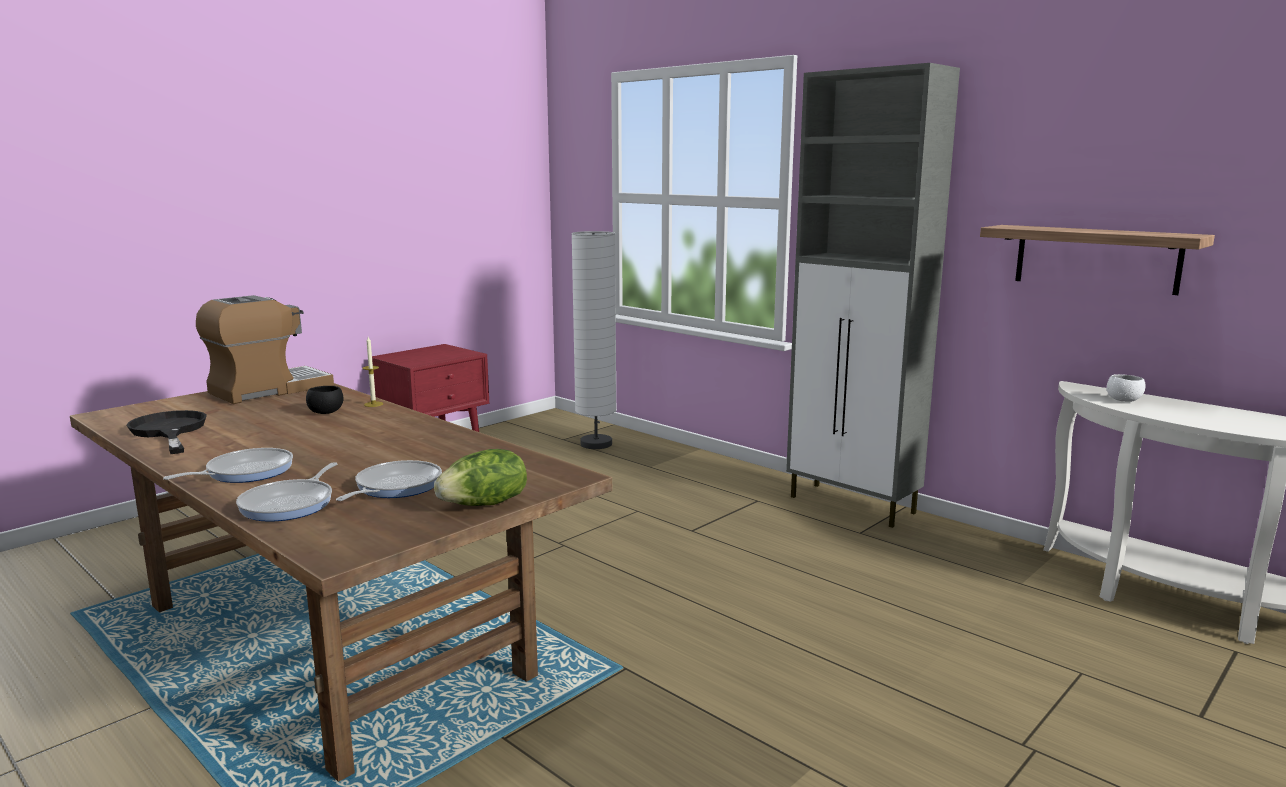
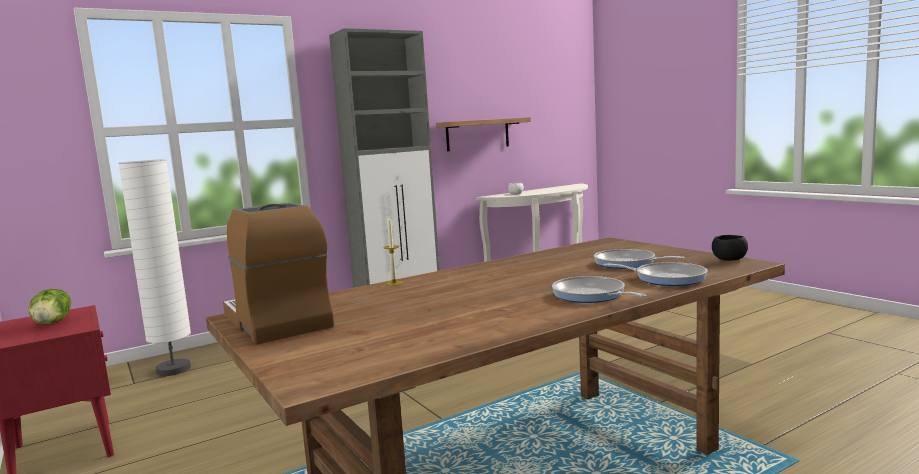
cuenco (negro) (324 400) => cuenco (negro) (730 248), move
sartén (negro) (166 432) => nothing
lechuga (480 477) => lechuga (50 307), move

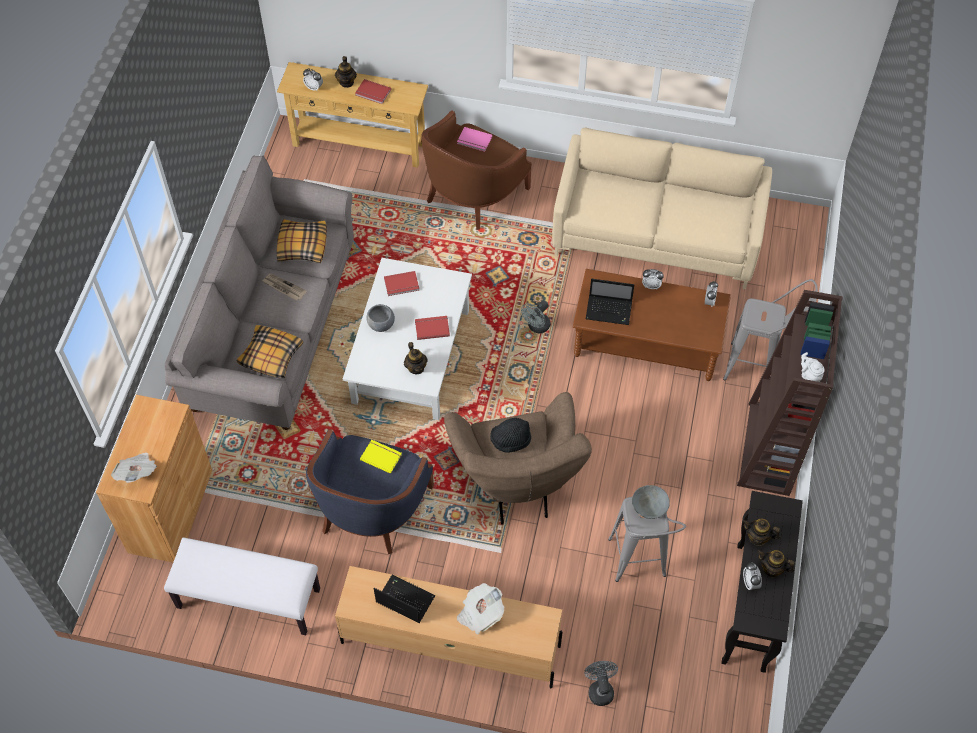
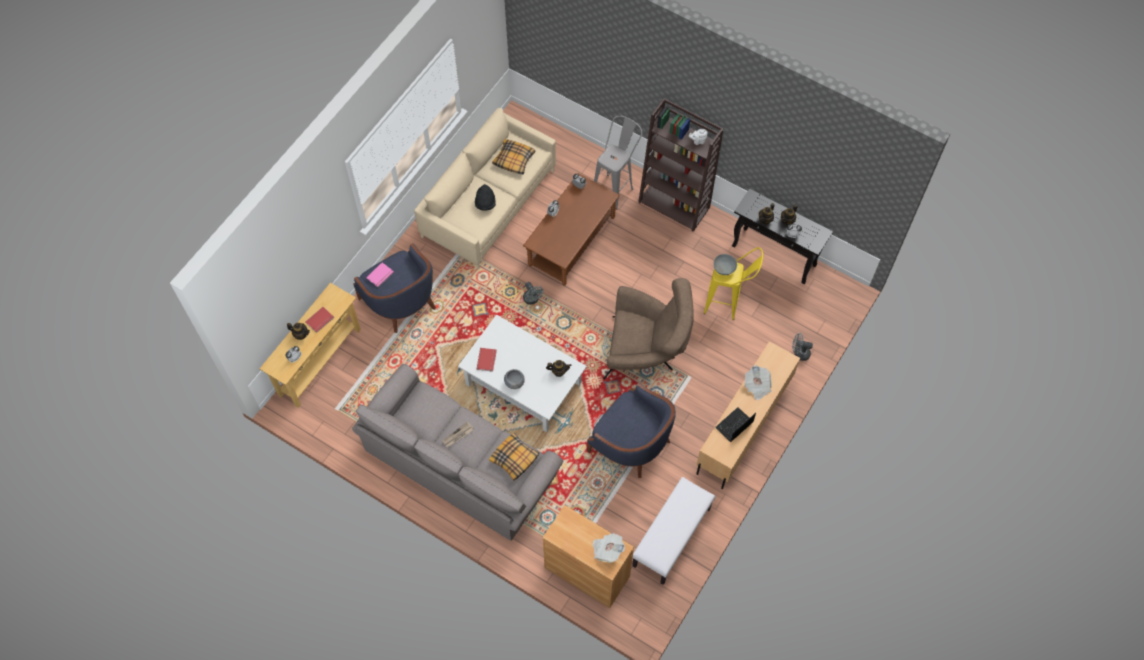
sillón (marrón) (476 170) => sillón (azul) (394 288)
cojín (301 241) => cojín (513 156), move
portátil (610 302) => nothing
libro (rojo) (432 328) => nothing
sombrero (negro) (510 435) => sombrero (negro) (485 197), move
libro (amarillo) (381 457) => nothing
taburete (gris) (647 539) => taburete (amarillo) (733 283)

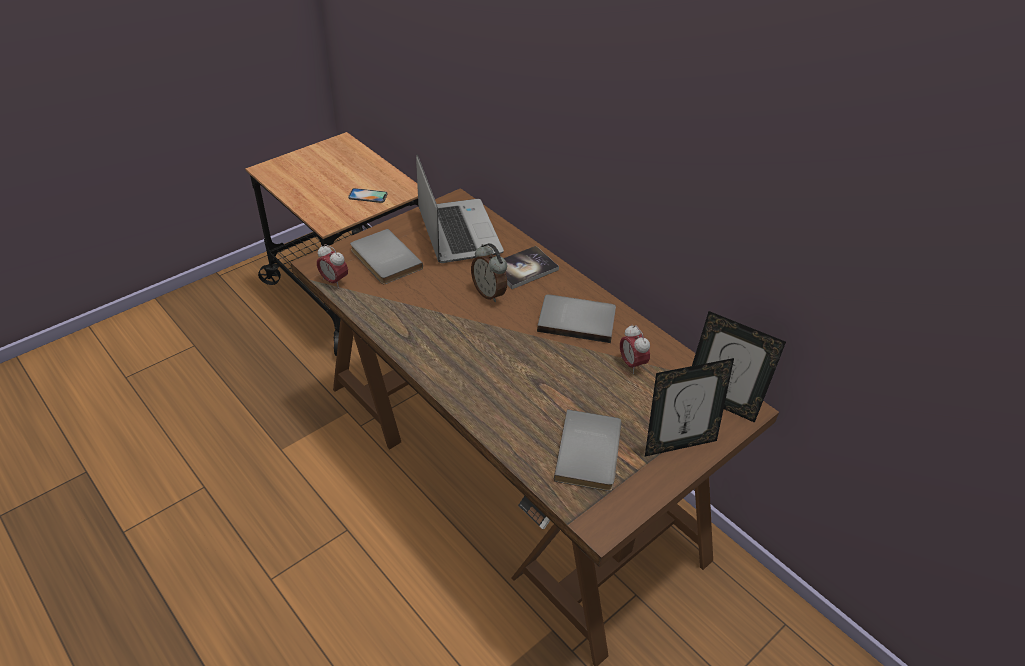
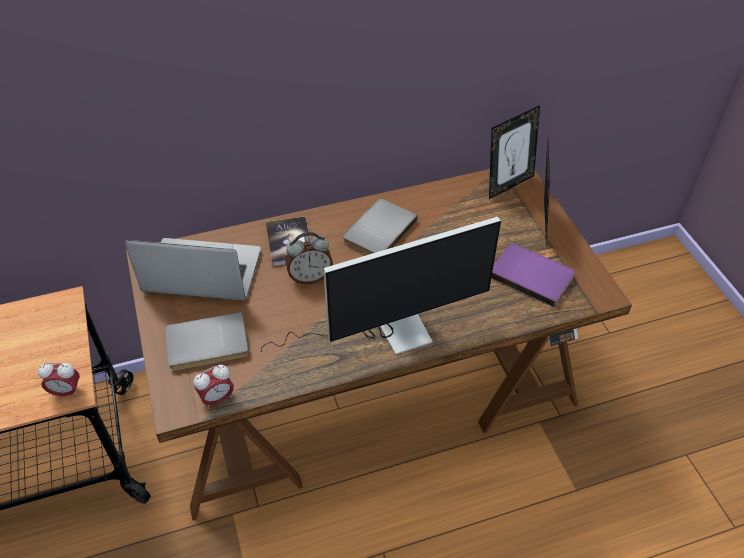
móvil (368 195) => nothing
despertador (635 349) => despertador (59 380), move
libro (gris) (587 450) => libro (morado) (533 275)
nothing => monitor (380 286)

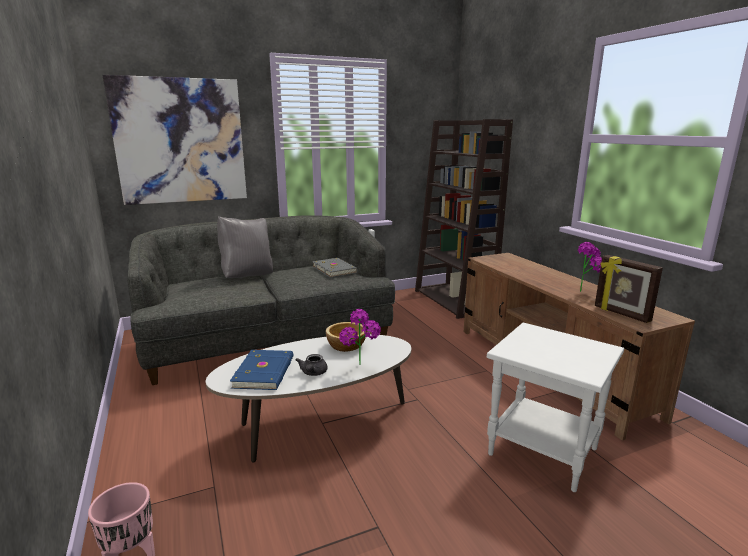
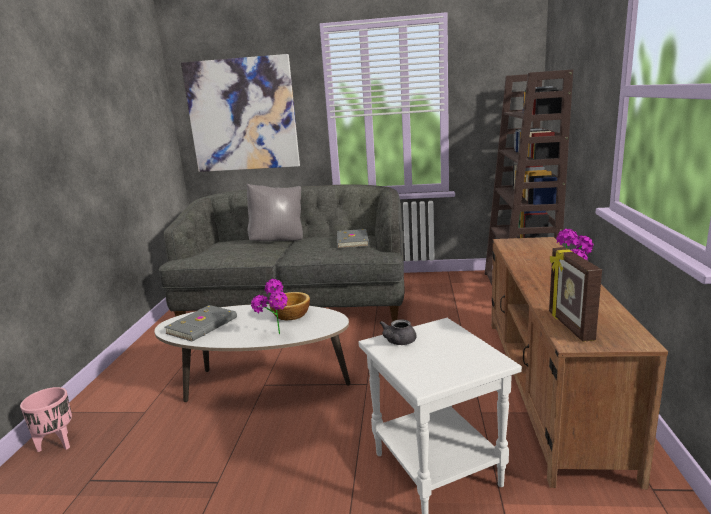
libro (azul) (261 370) => libro (gris) (200 323)
tetera (gris) (311 365) => tetera (gris) (398 332), move

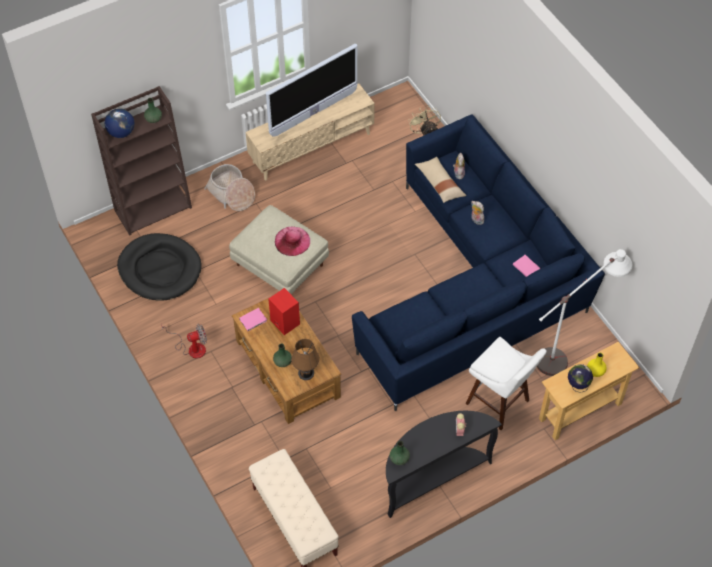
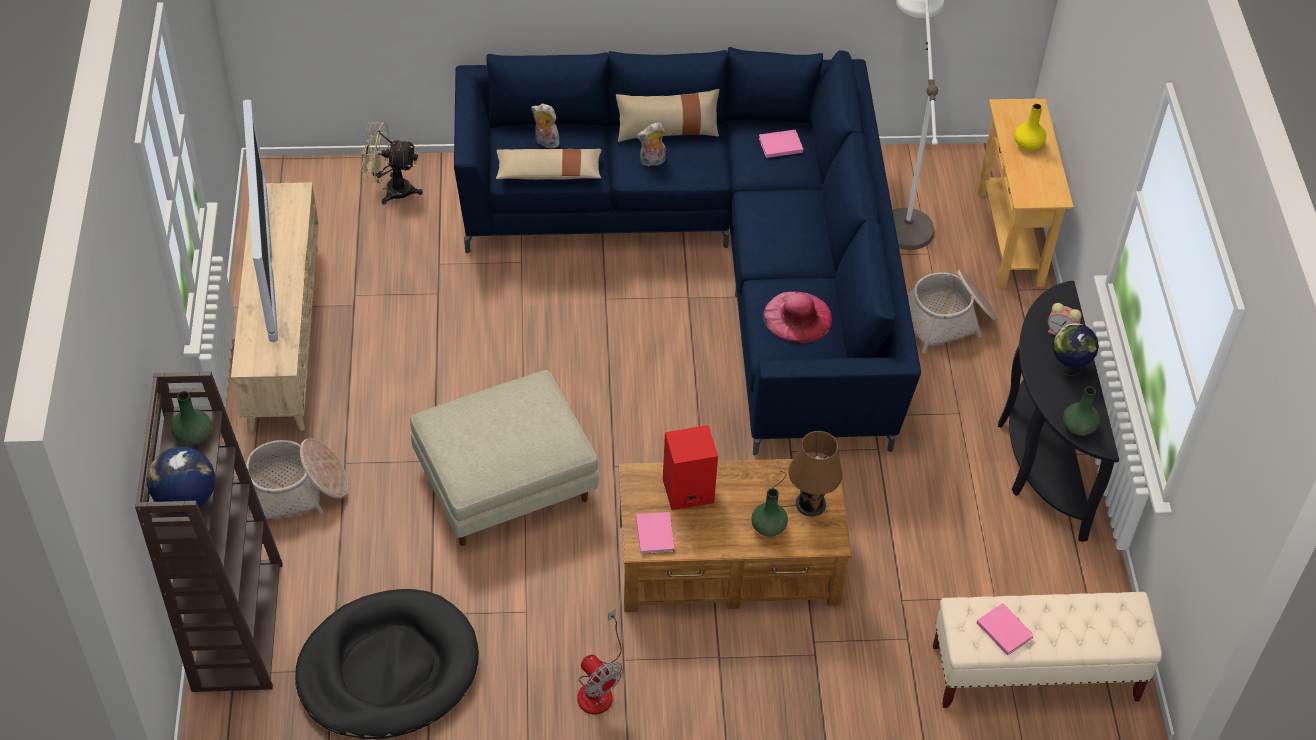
sombrero (rosa) (292 241) => sombrero (rosa) (797 317), move
ventilador (184 341) => ventilador (600 662), 135 degrees clockwise
taburete (blanco) (506 383) => cesta (952 311)
globo terráqueo (580 378) => globo terráqueo (1075 349), move
nothing => cojín (beis) (667 115)
nothing => libro (rosa) (1005 629)

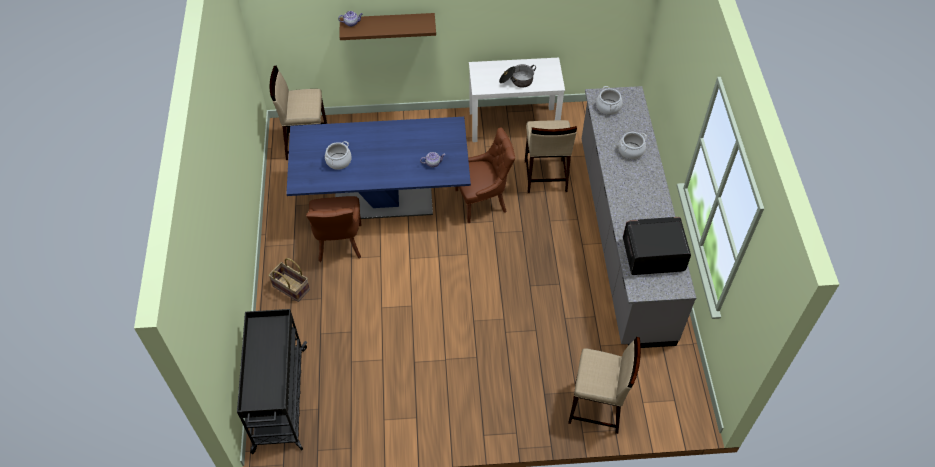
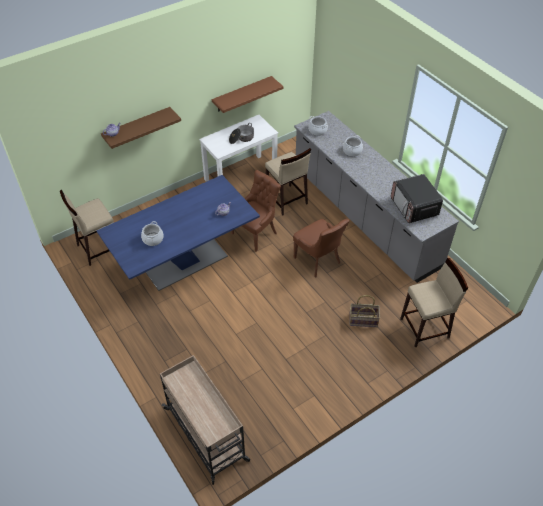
silla (marrón) (334 229) => silla (marrón) (321 248), move
microondas (657 246) => microondas (417 198), 75 degrees counterclockwise
cesta (289 280) => cesta (364 311), move
carrito (negro) (272 381) => carrito (beis) (205 420)
nothing => estante (marrón) (248 94)

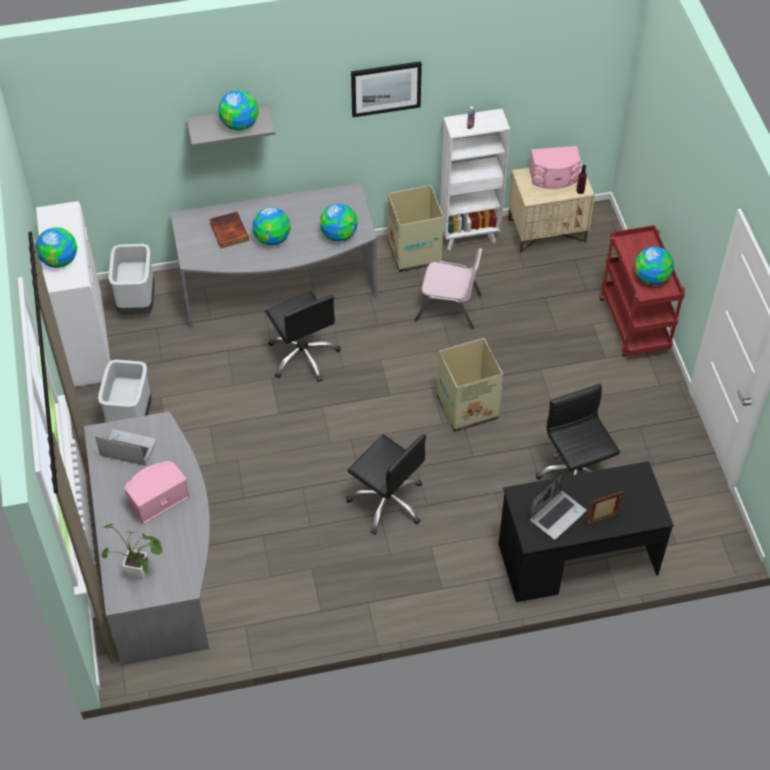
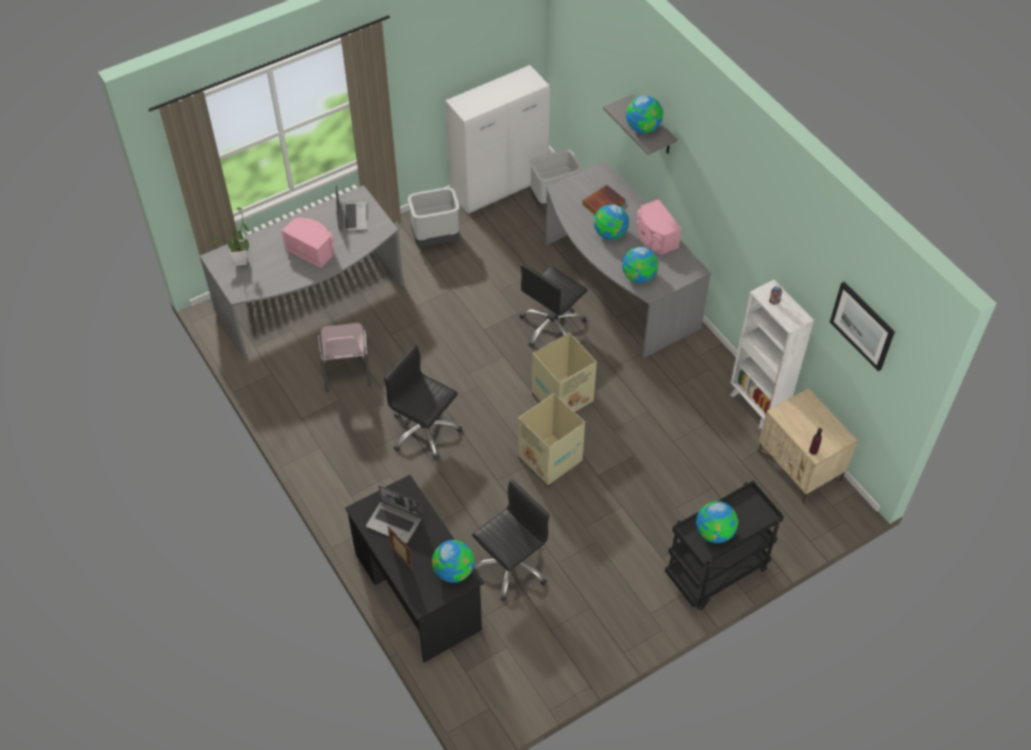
cuadro (386 89) => cuadro (862 326), move
altavoz (rosa) (555 167) => altavoz (rosa) (659 227), move
caja de cartón (416 228) => caja de cartón (564 373), move
carrito (rojo) (642 290) => carrito (negro) (724 545)
globo terráqueo (56 247) => globo terráqueo (453 561), move
silla (rosa) (448 288) => silla (rosa) (344 357), move
silla de oficina (negro) (386 484) => silla de oficina (negro) (423 402), 105 degrees clockwise

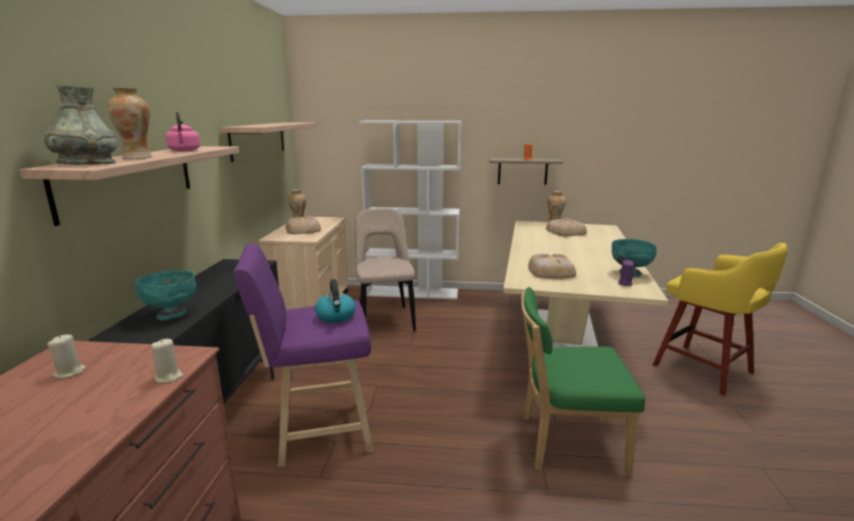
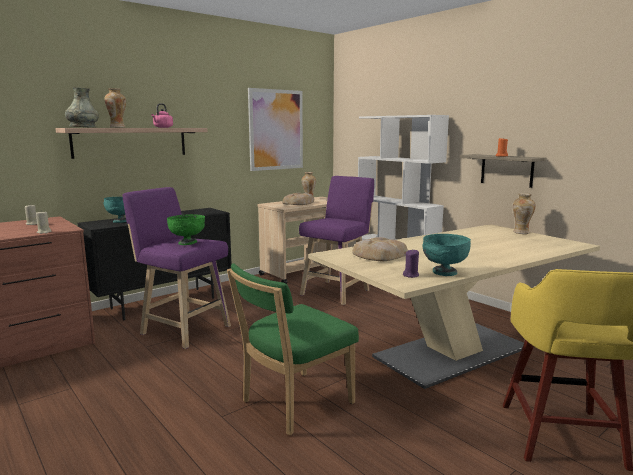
estante (268 142) => cuadro (275 129)
silla (beis) (385 270) => taburete (morado) (336 240)
pan (566 228) => nothing
hervidor (335 301) => cuenco (verde) (186 229)
silla (verde) (582 381) => silla (verde) (293 349), 90 degrees counterclockwise

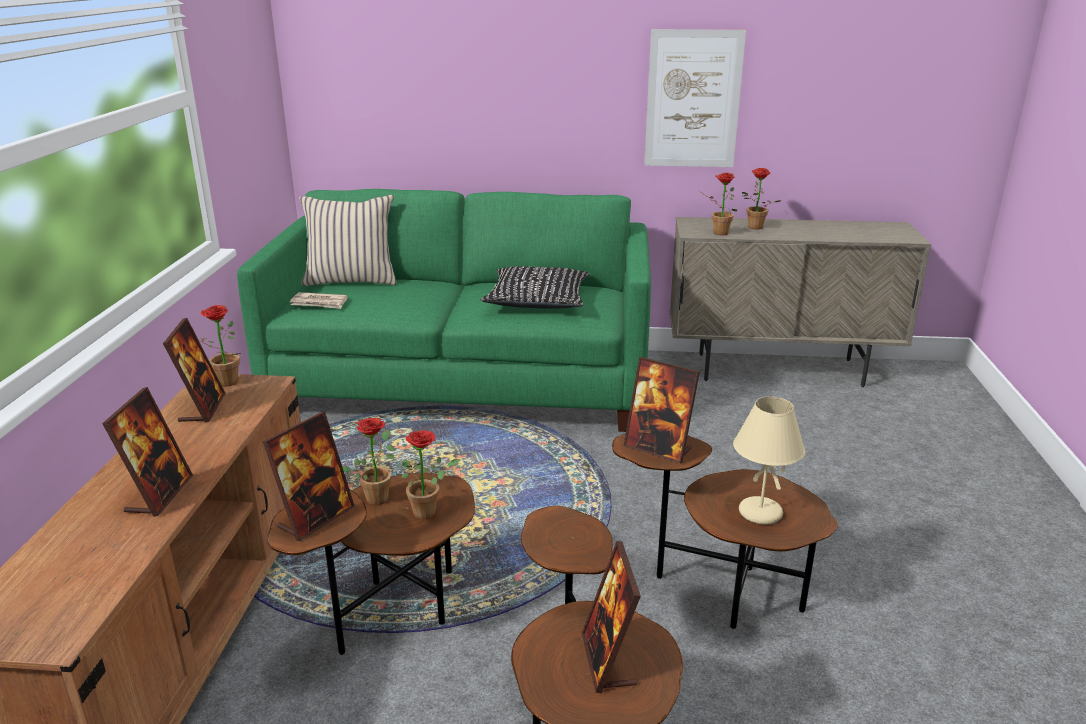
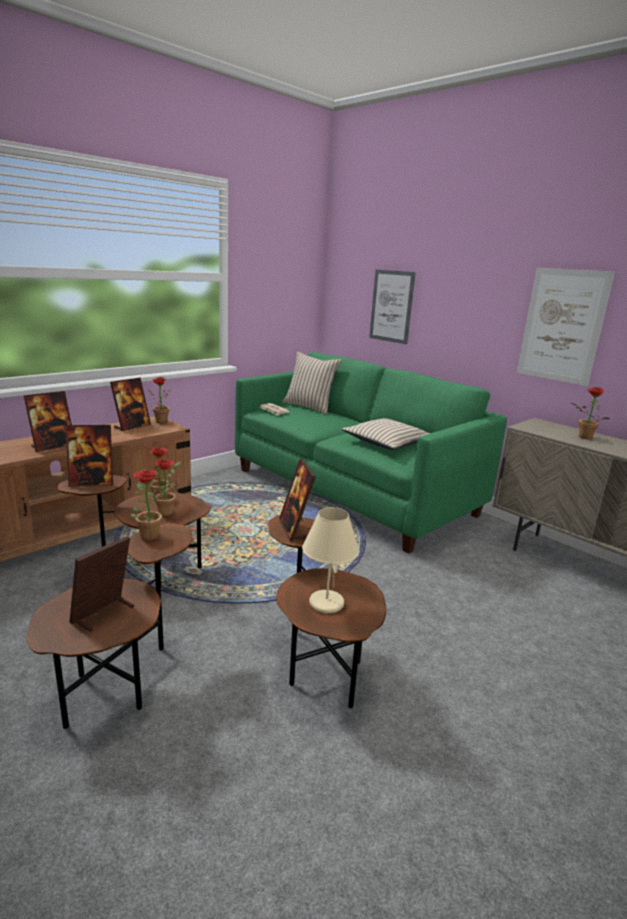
planta en maceta (718 204) => planta en maceta (147 505), move
cojín (negro) (535 287) => cojín (beis) (386 434)
nothing => cuadro (392 306)

